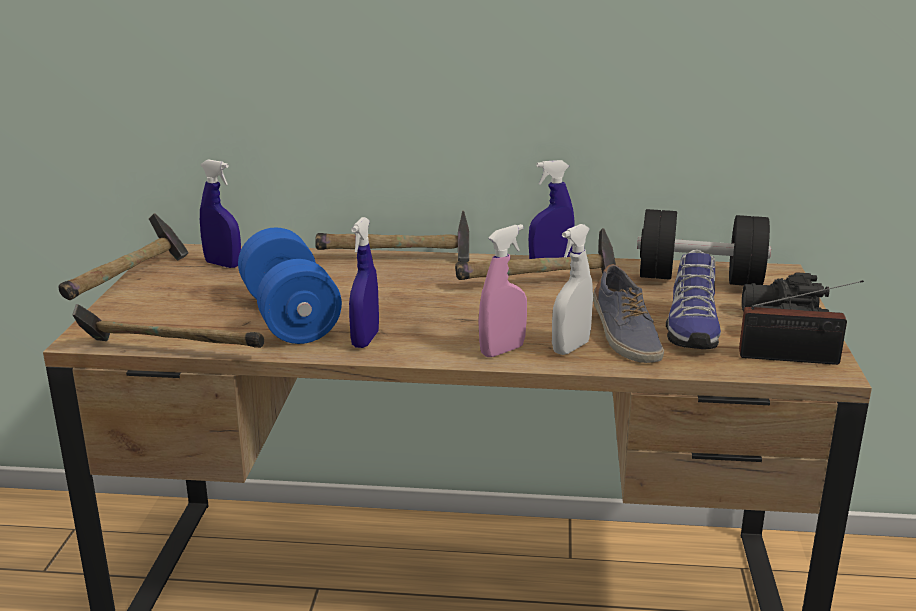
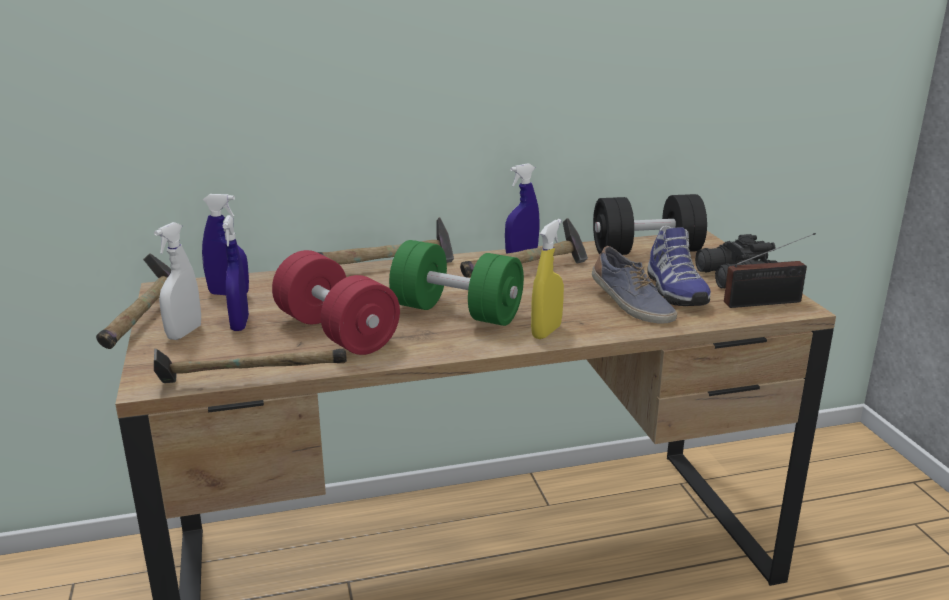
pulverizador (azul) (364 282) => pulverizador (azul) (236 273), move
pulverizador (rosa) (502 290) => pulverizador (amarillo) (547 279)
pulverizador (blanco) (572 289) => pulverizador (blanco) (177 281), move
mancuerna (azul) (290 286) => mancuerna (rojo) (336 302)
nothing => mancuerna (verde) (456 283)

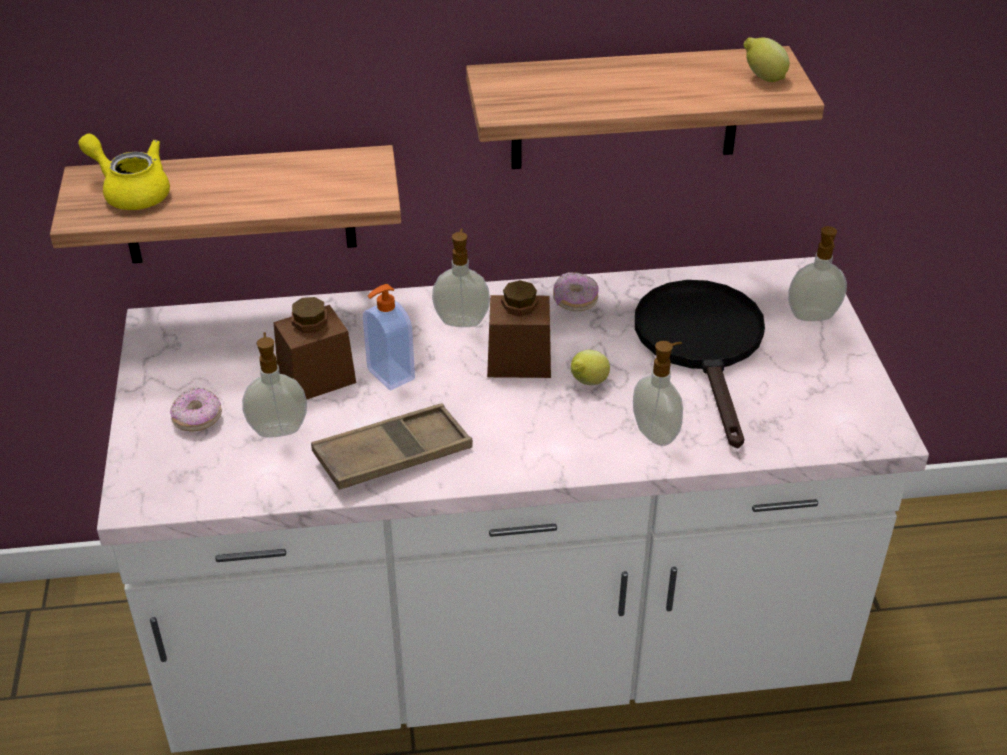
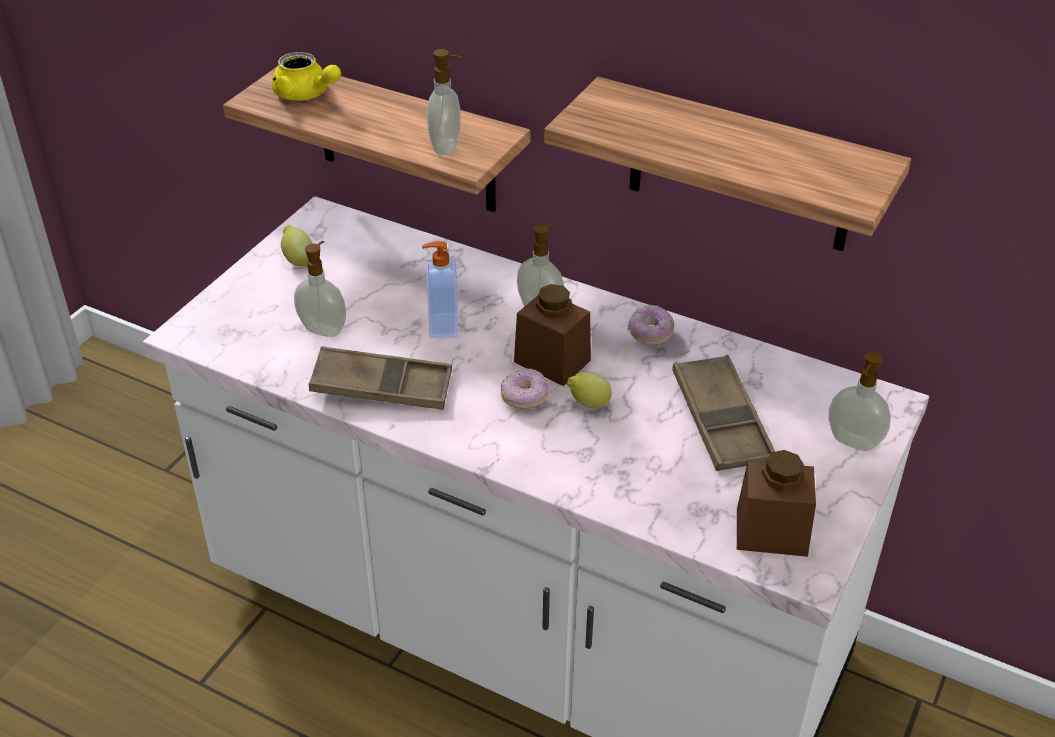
limón (766 59) => limón (297 245), move
tetera (amarillo) (124 172) => tetera (amarillo) (306 76), 150 degrees clockwise
sartén (negro) (700 364) => bandeja (marrón) (723 413)
tarro (marrón) (314 348) => tarro (marrón) (776 503), move
dispensador de jabón (658 393) => dispensador de jabón (444 102), move
rosquilla (196 410) => rosquilla (524 388), move

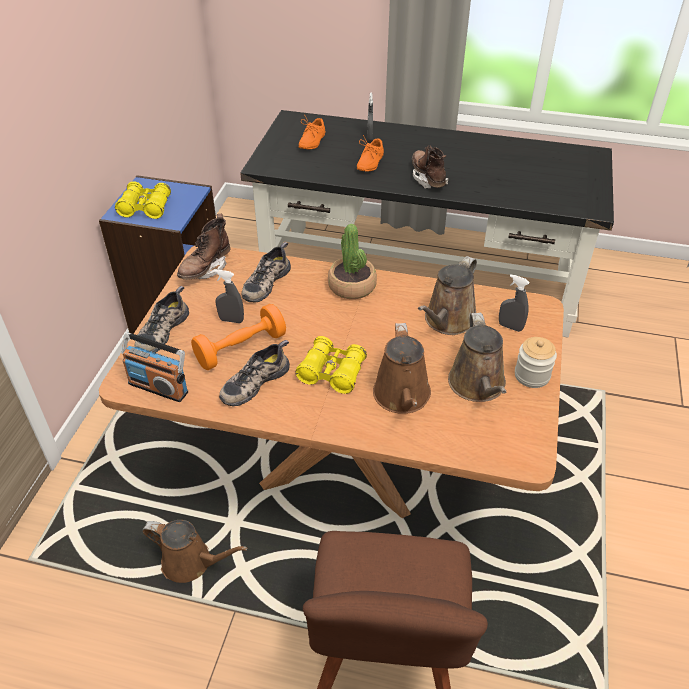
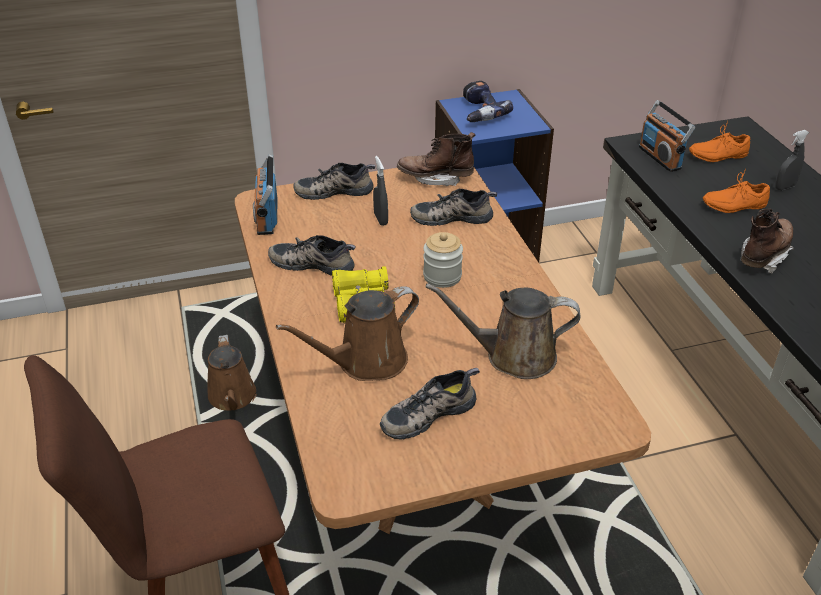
prismáticos (amarillo) (143 200) => taladro (488 101)
planta en maceta (352 261) => nothing
pulverizador (gris) (514 303) => nothing
mancuerna (naranja) (238 337) => nothing
regadera (marrón) (477 357) => zapato (430 404)
tarro (536 362) => tarro (443 260), move
nothing => radio (667 136)

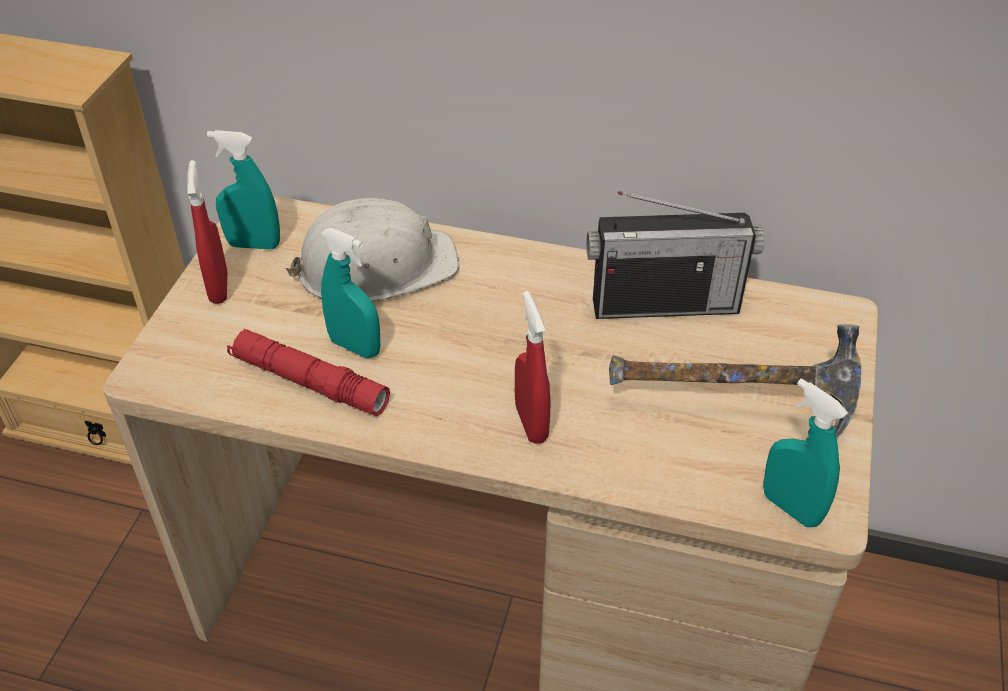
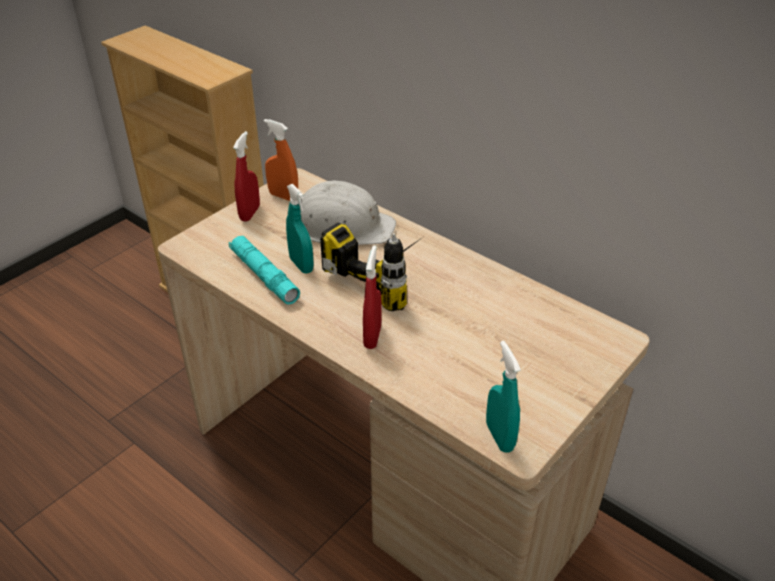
pulverizador (turquesa) (243 190) => pulverizador (naranja) (281 160)
radio (675 255) => nothing
martillo (735 381) => nothing
linterna (rojo) (308 372) => linterna (turquesa) (264 270)
nothing => taladro (373 266)

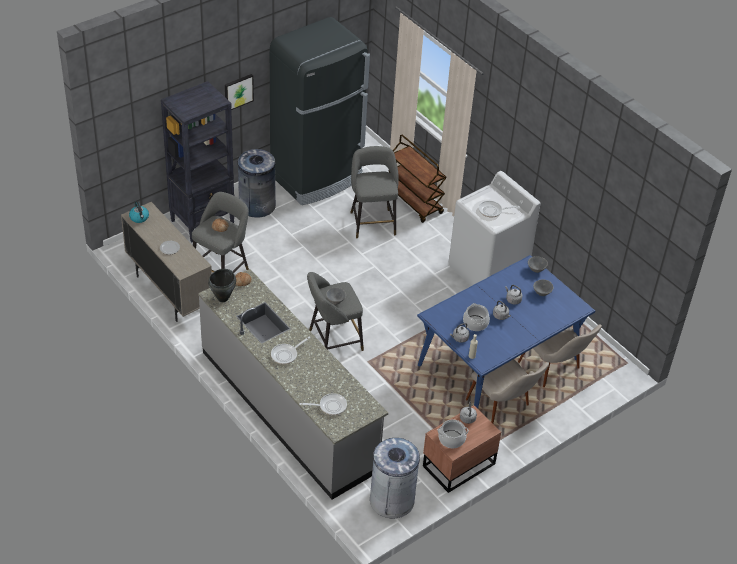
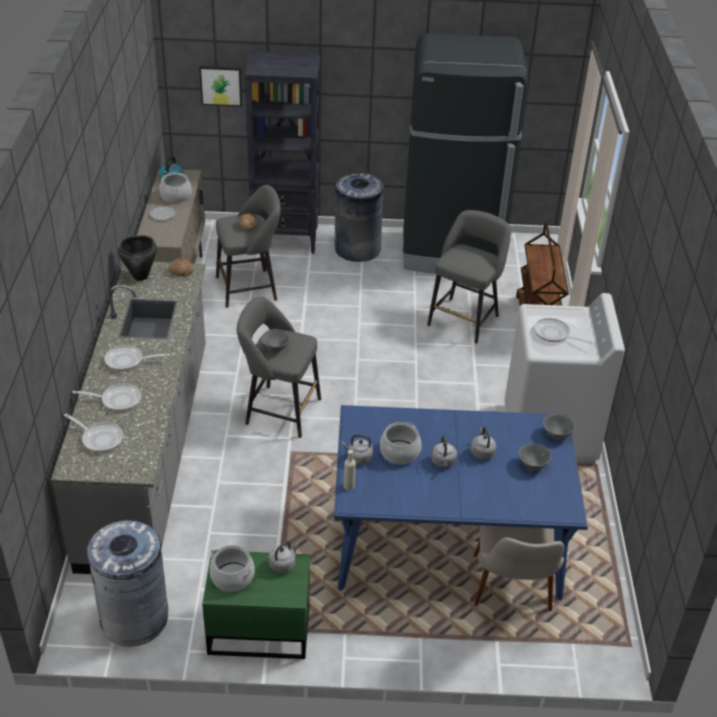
cuadro (239 92) => cuadro (220 86), move
silla (beis) (507 391) => nothing
mesita de noche (marrón) (462 449) => mesita de noche (verde) (256 604)
nothing => olla (175 187)
nothing => sartén (106 397)

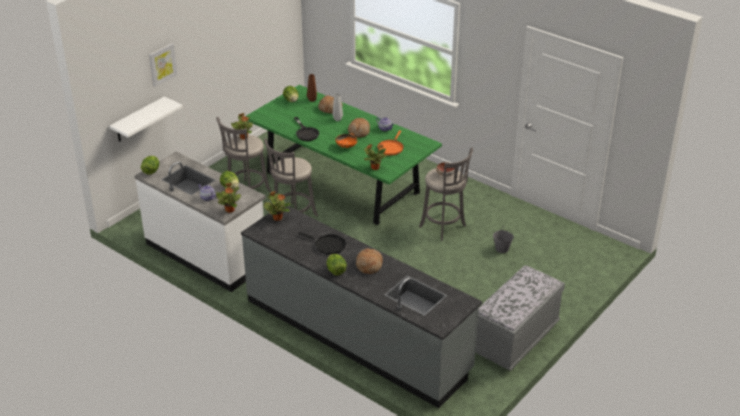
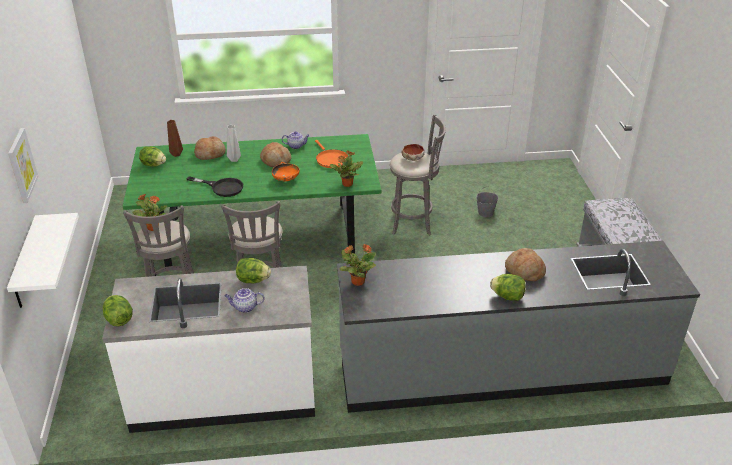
planta en maceta (228 198) => nothing
sartén (negro) (322 243) => nothing

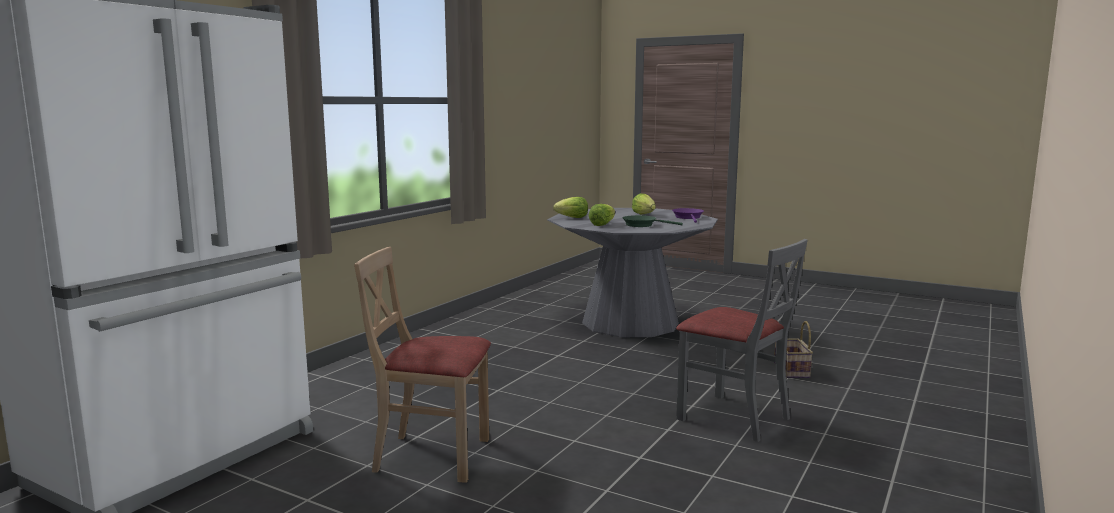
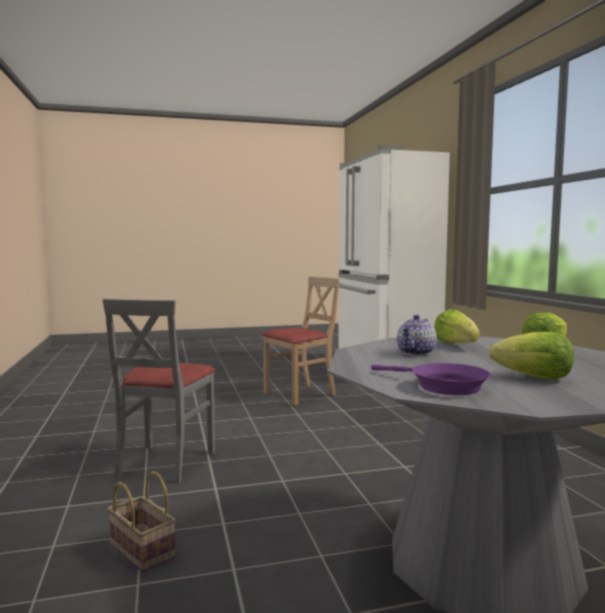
sartén (verde) (652 221) => tetera (417 335)
silla (gris) (742 340) => silla (gris) (159 391), 75 degrees counterclockwise

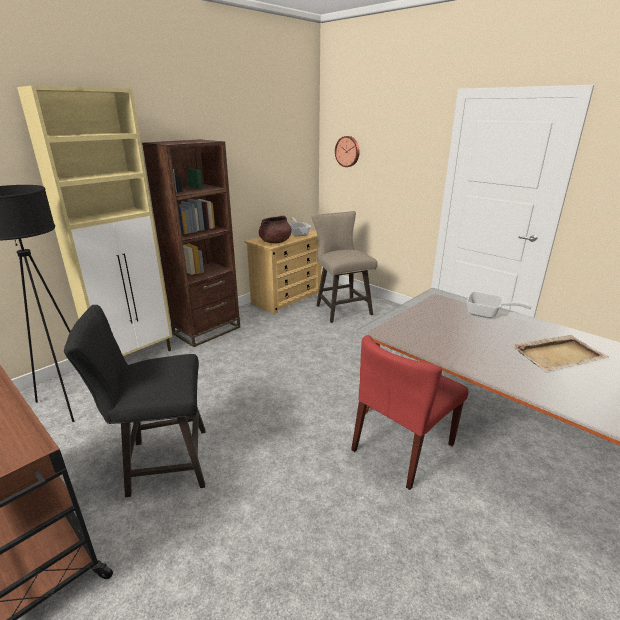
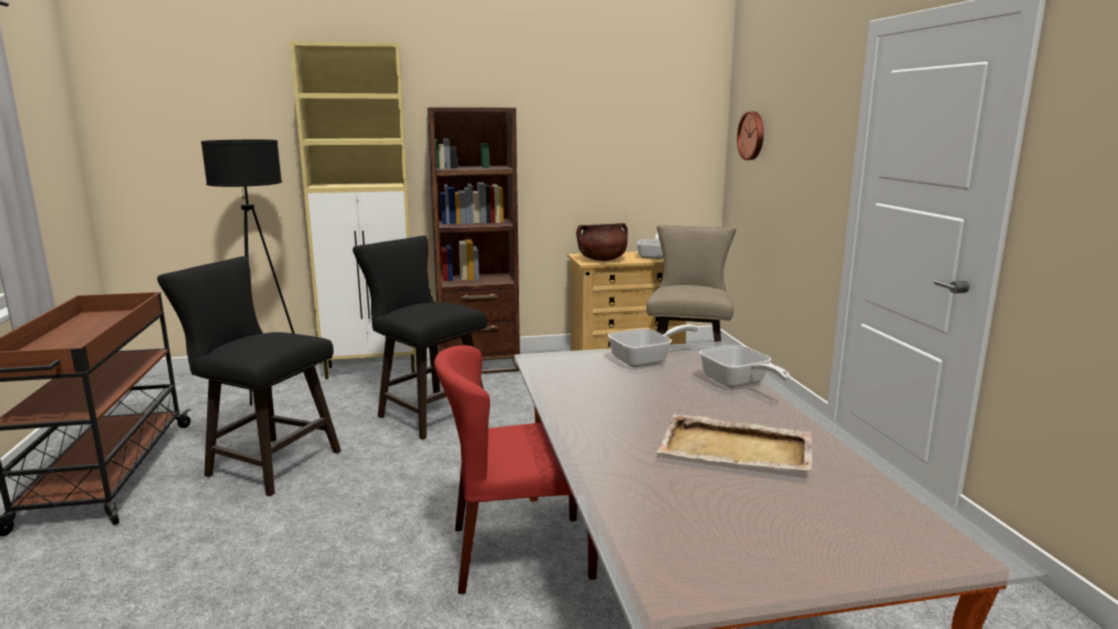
nothing => taburete (negro) (420 338)
nothing => sartén (653 345)

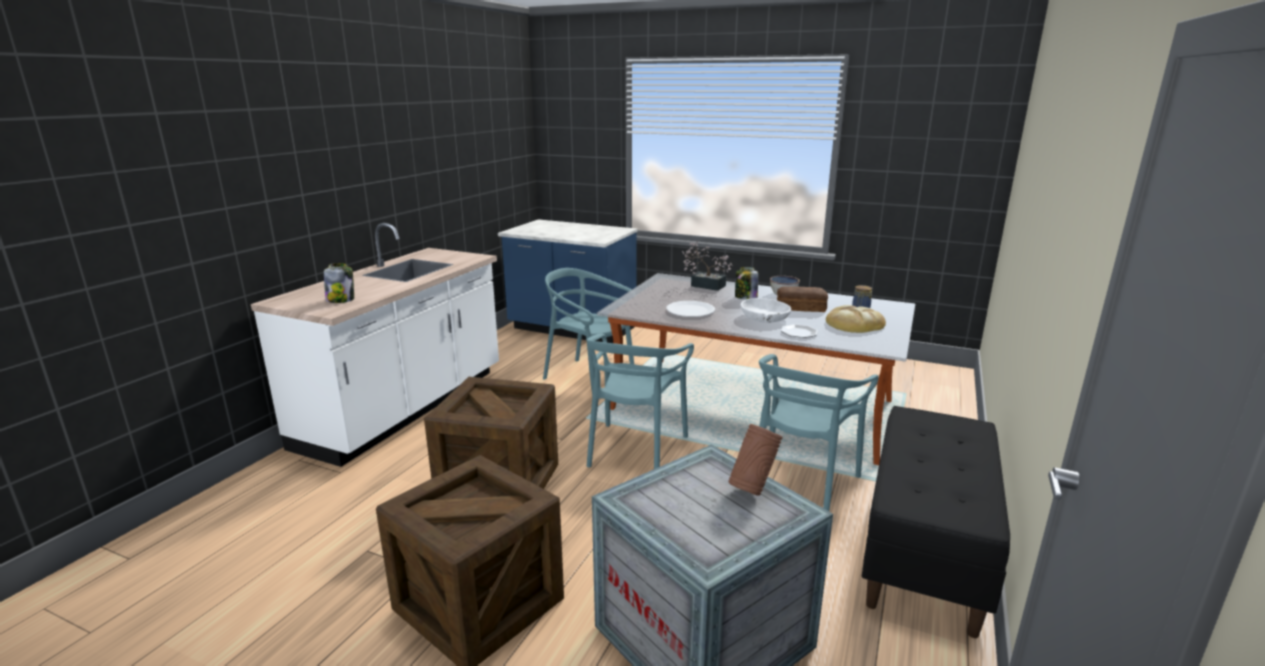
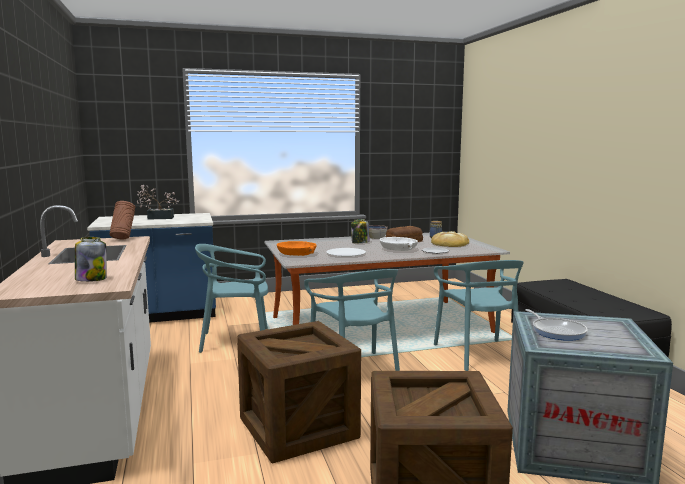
planta en maceta (707 266) => planta en maceta (158 202), move
florero (marrón) (755 460) => florero (marrón) (123 220), move
nothing => cuenco (naranja) (297 248)
nothing => sartén (556 325)

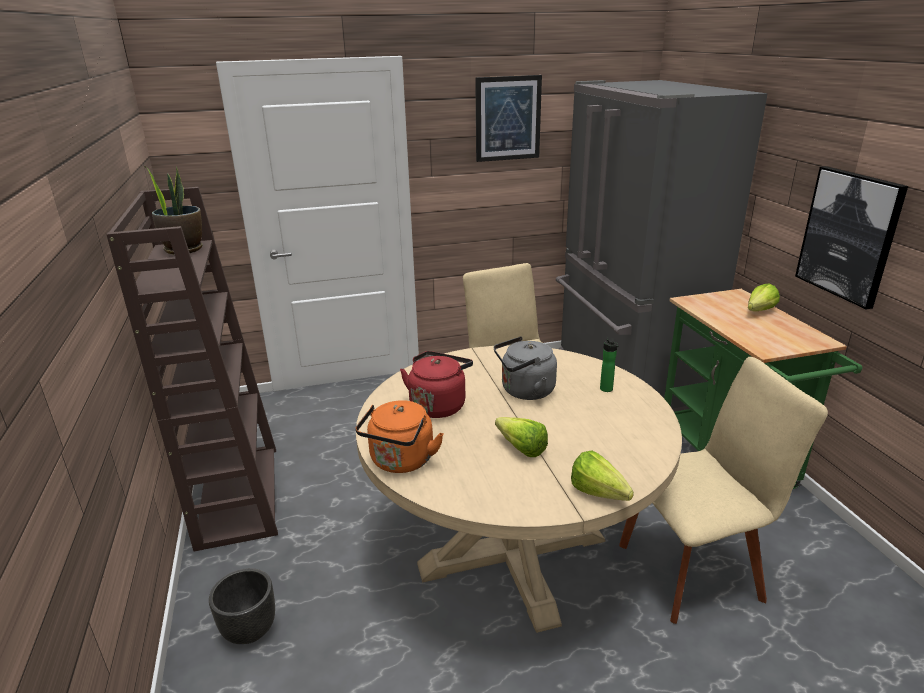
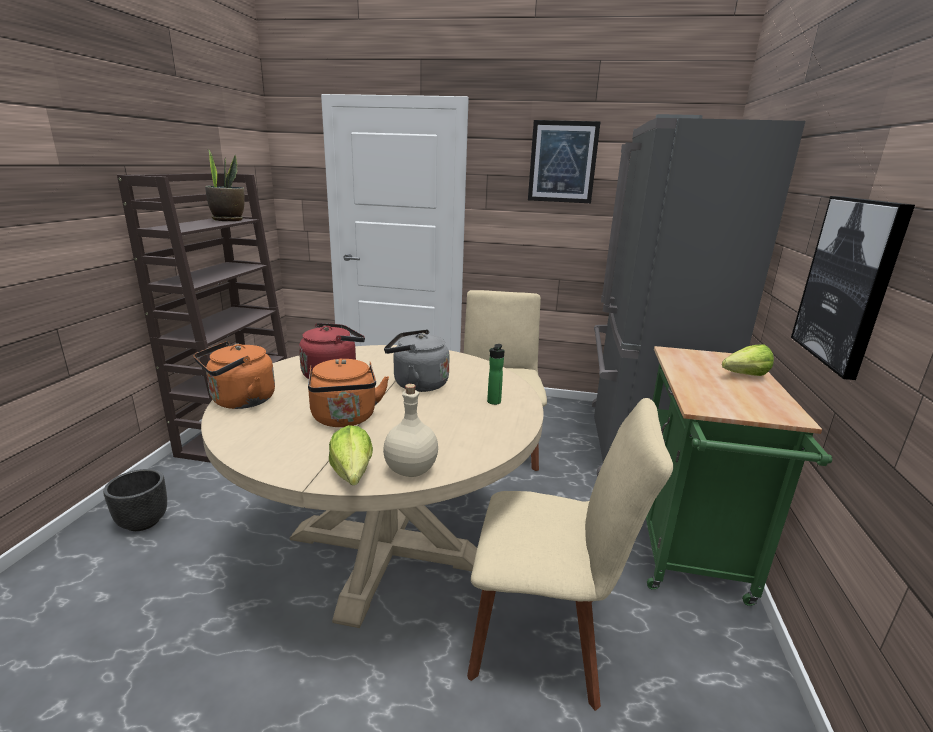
lechuga (521 437) => hervidor (naranja) (348 392)
nothing => botella (beis) (410 430)

